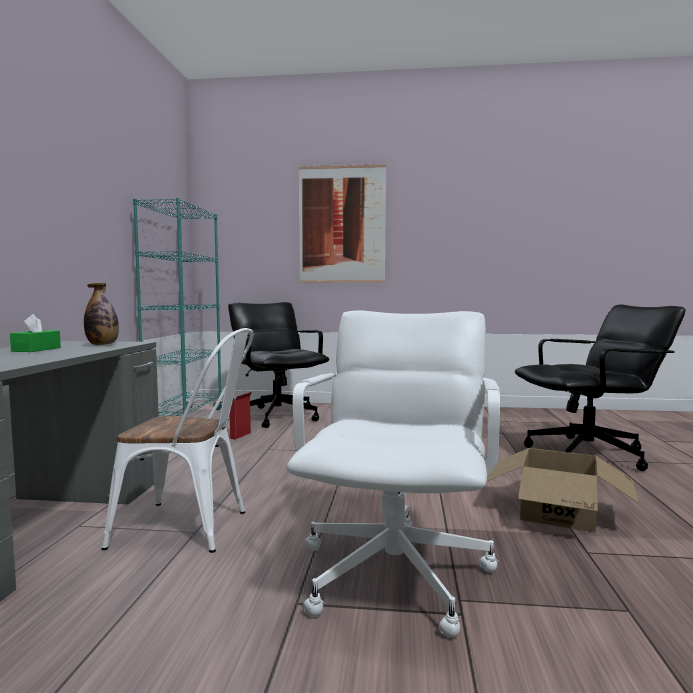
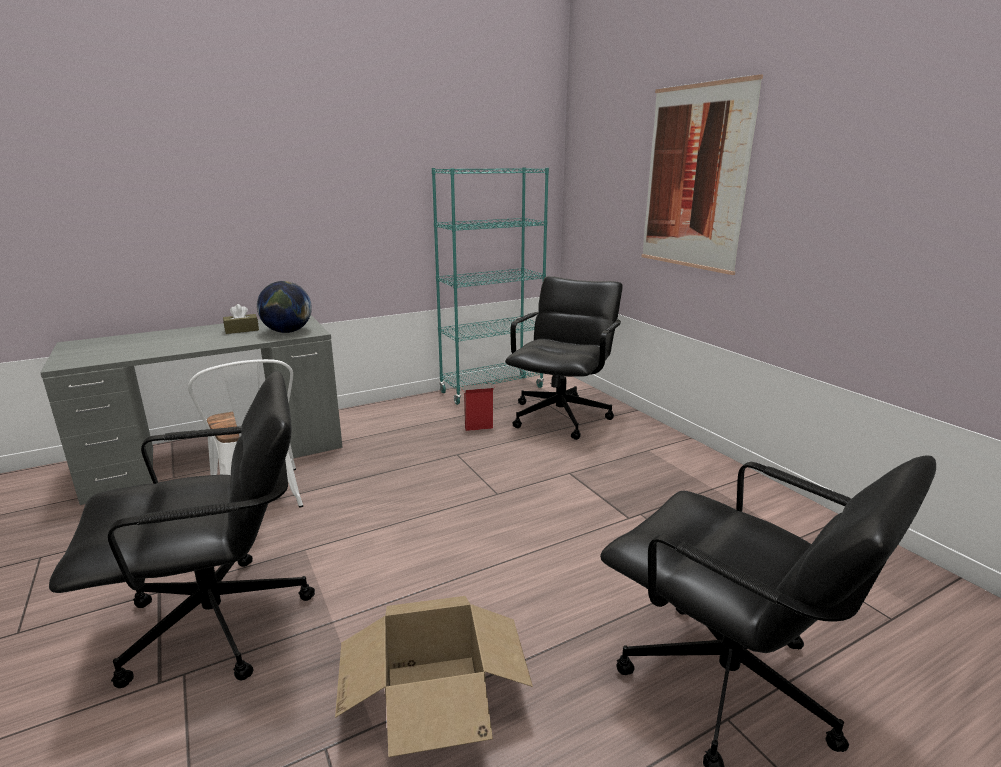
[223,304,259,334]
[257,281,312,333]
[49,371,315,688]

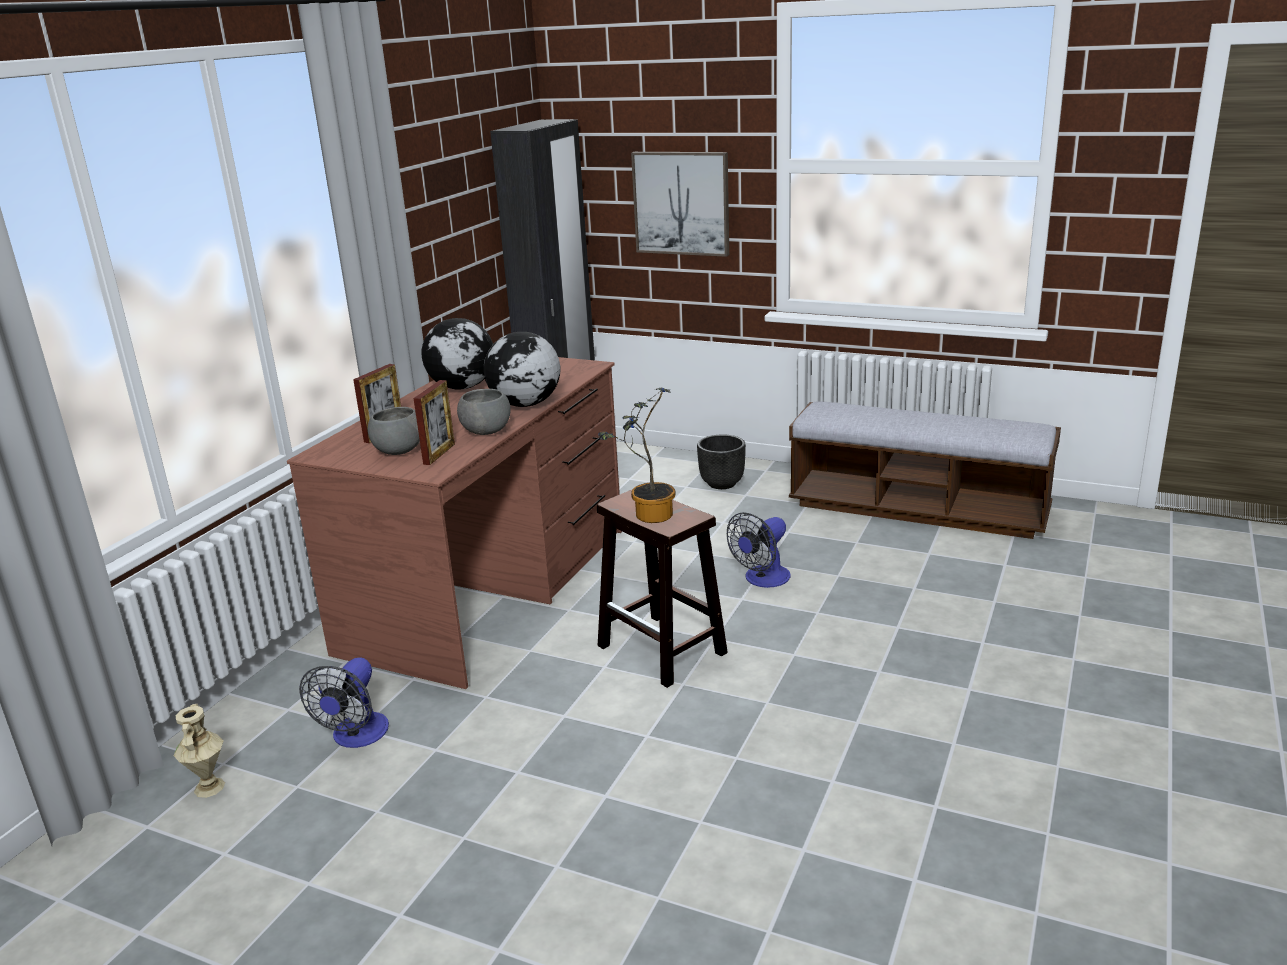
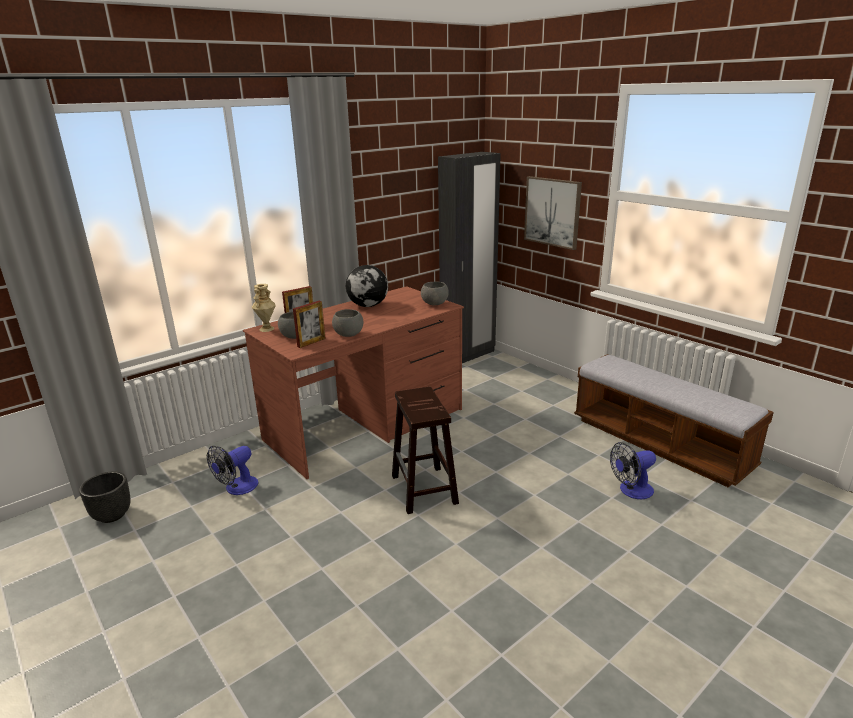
[252,284,276,332]
[484,332,560,407] (first image)
[598,388,675,523] (first image)
[79,471,131,523]
[610,442,656,499]
[421,281,449,305]

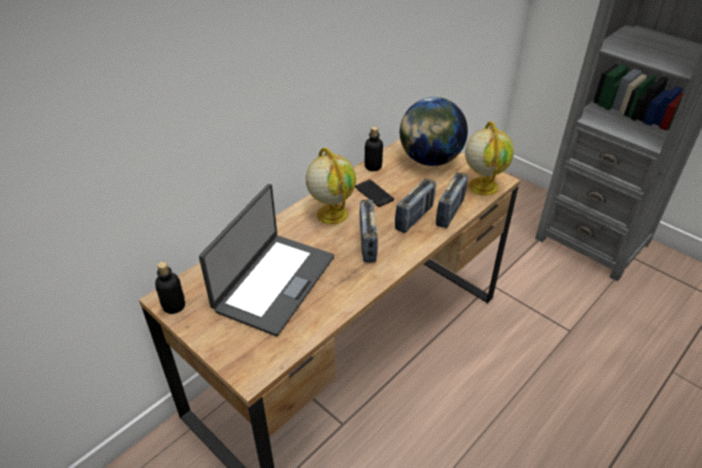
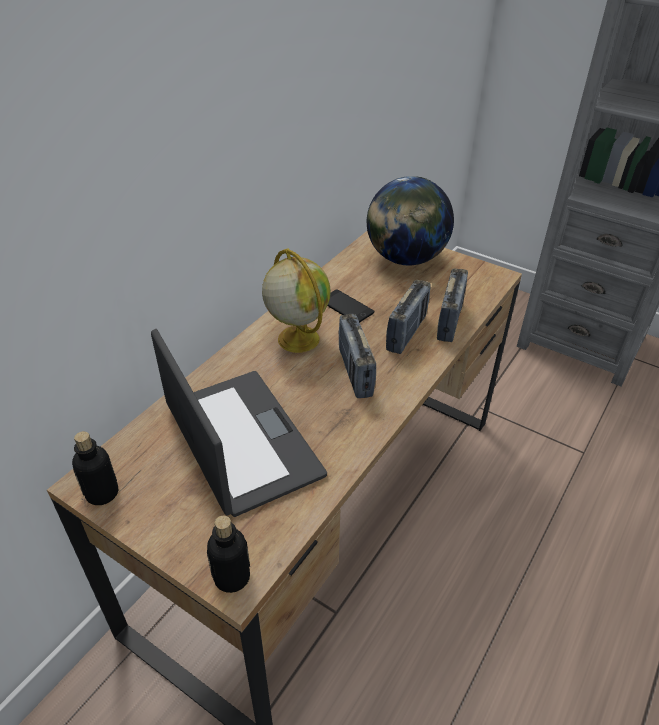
[151,329,327,517]
[207,516,250,593]
[465,121,514,196] (first image)

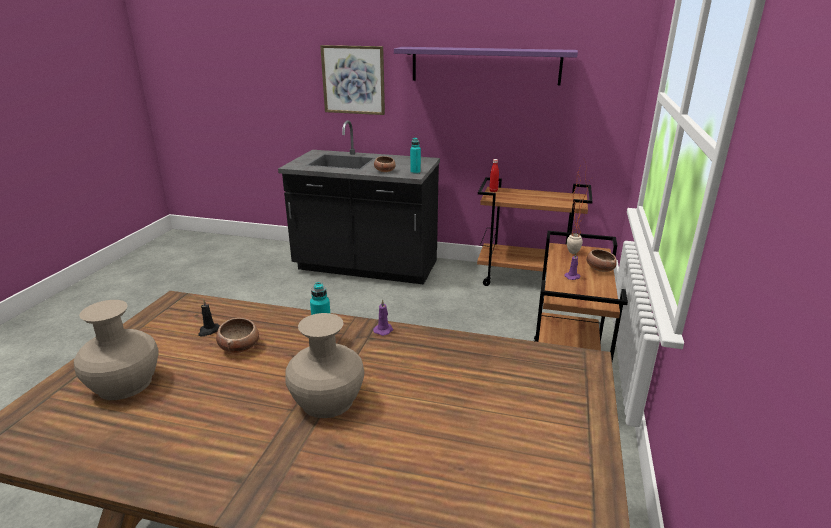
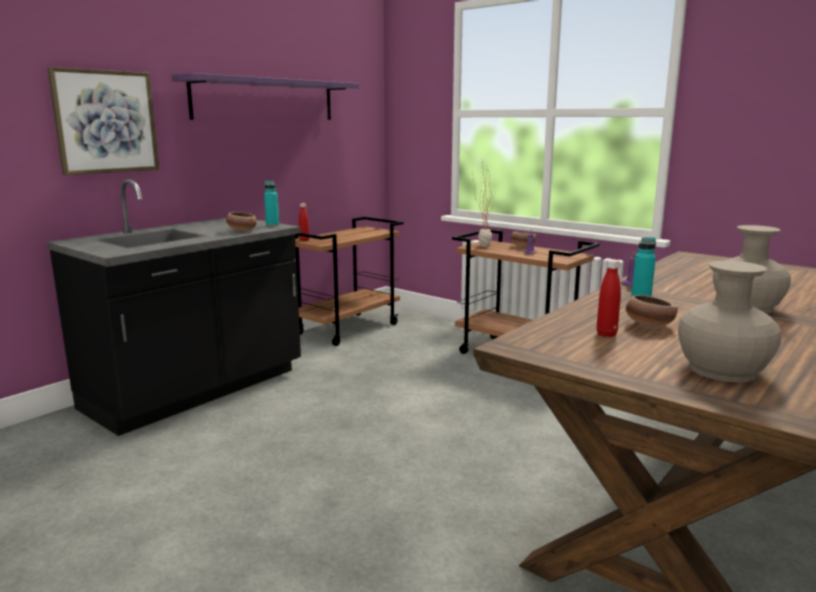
[596,259,621,337]

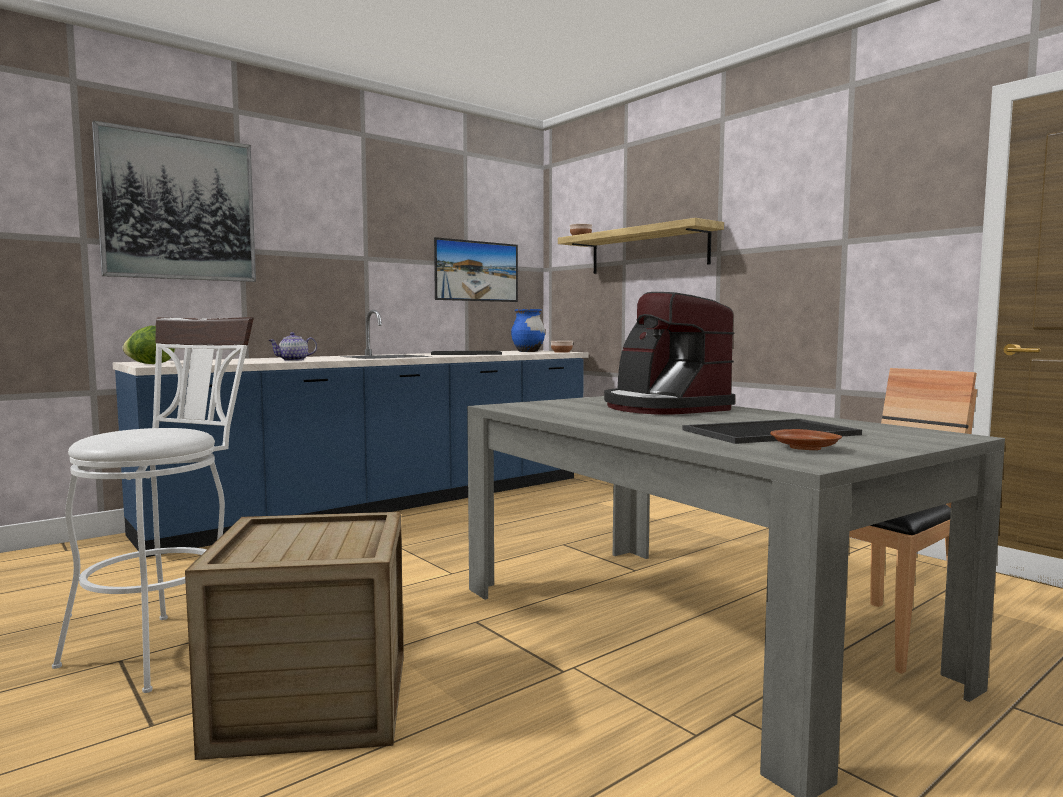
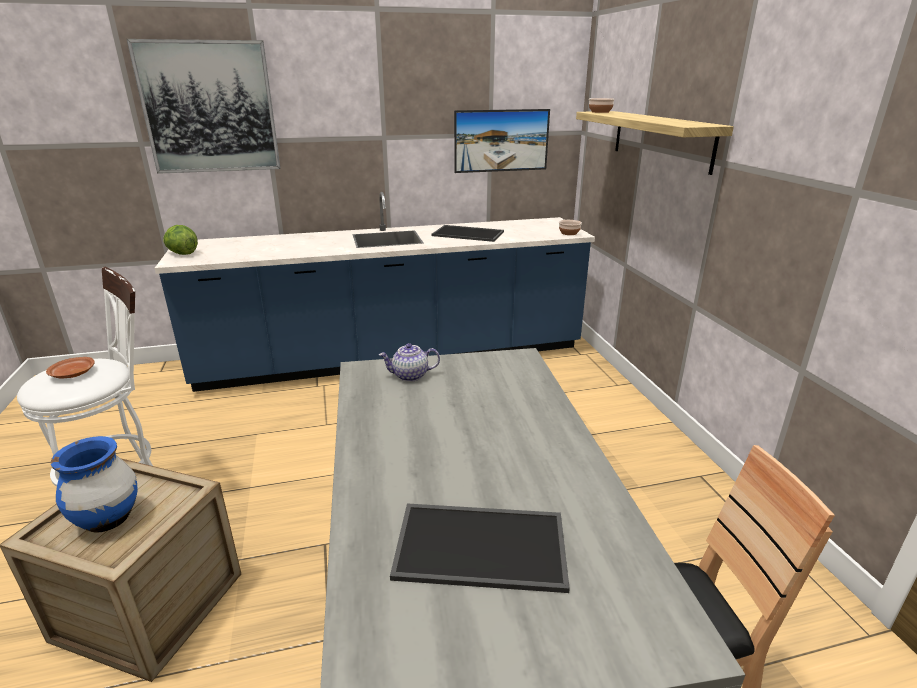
[379,343,440,382]
[51,436,138,533]
[604,292,735,414] (first image)
[46,357,95,378]

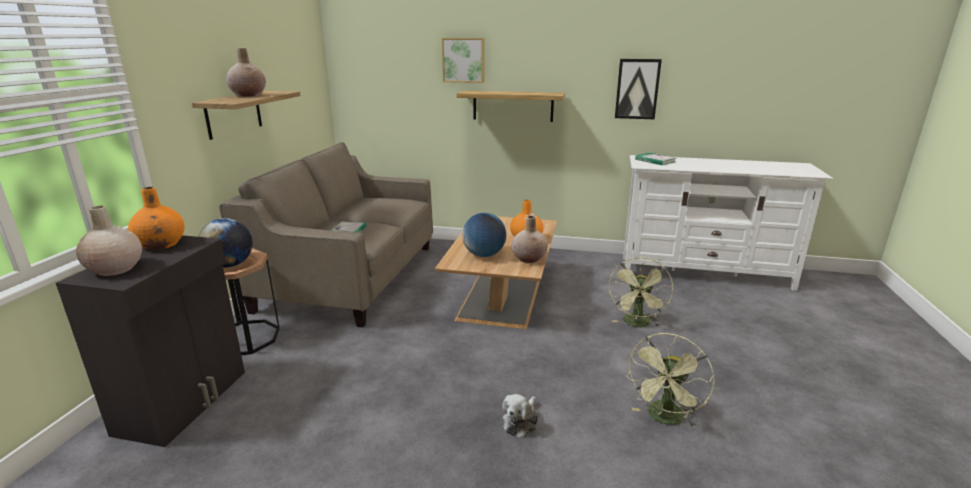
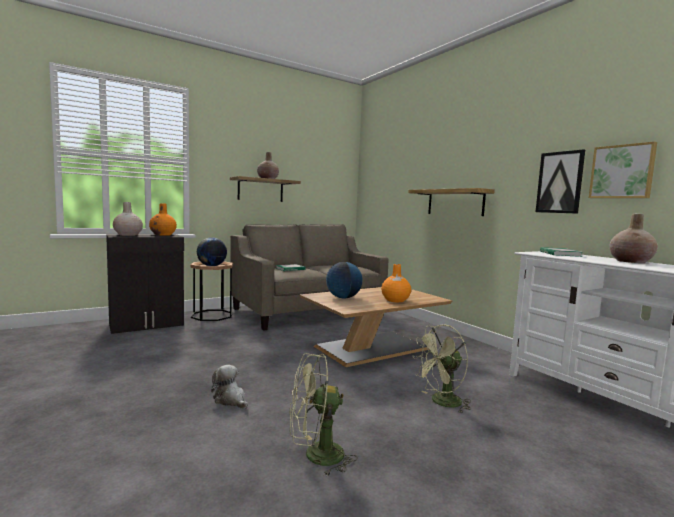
[589,142,657,198]
[211,365,248,409]
[609,214,658,263]

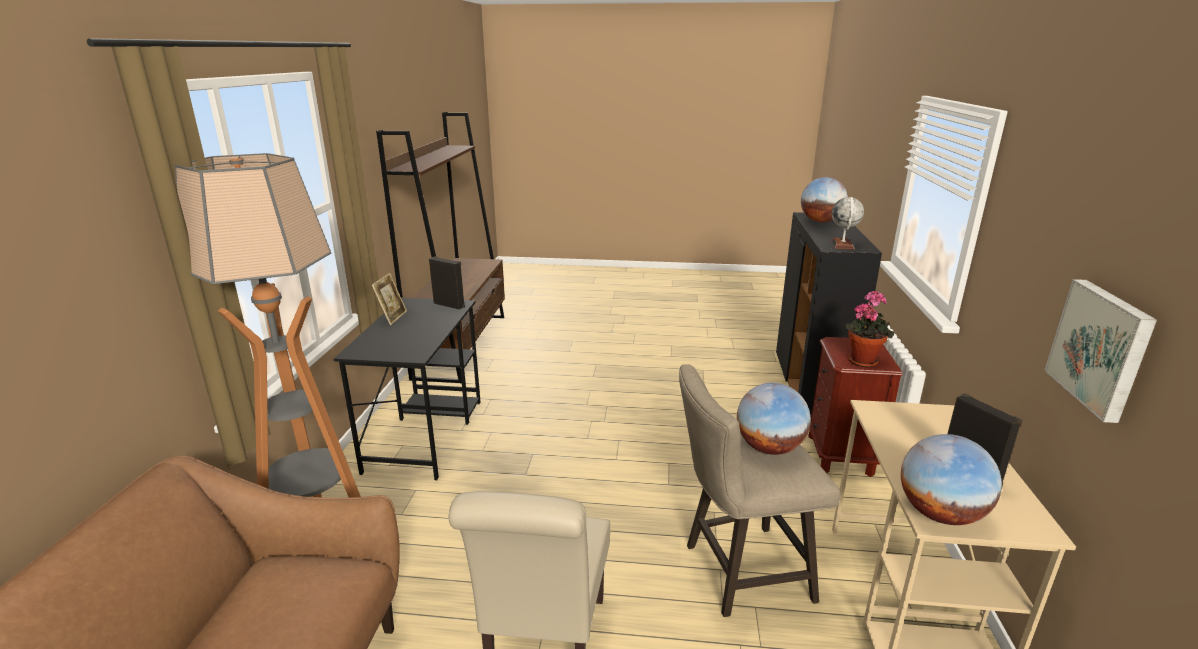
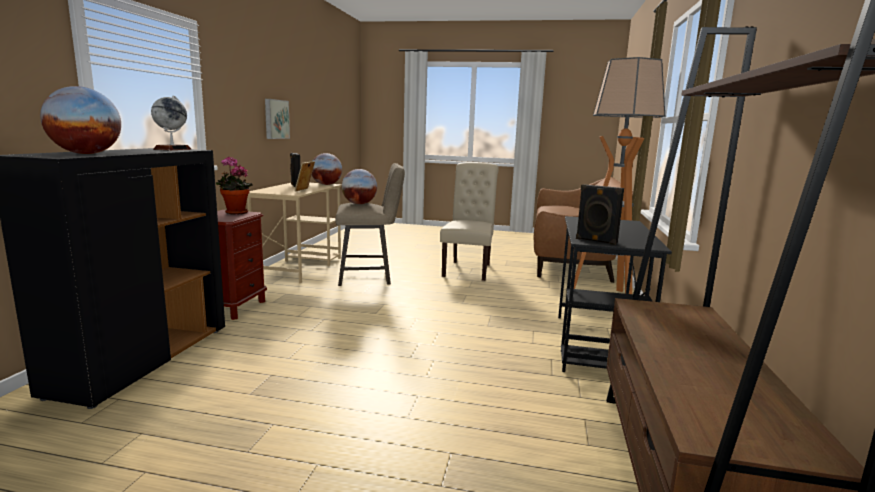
[295,161,315,192]

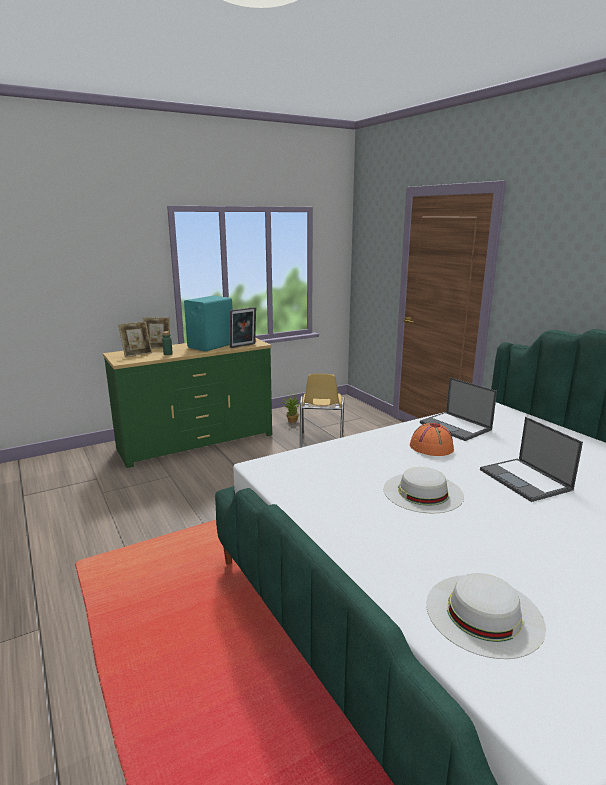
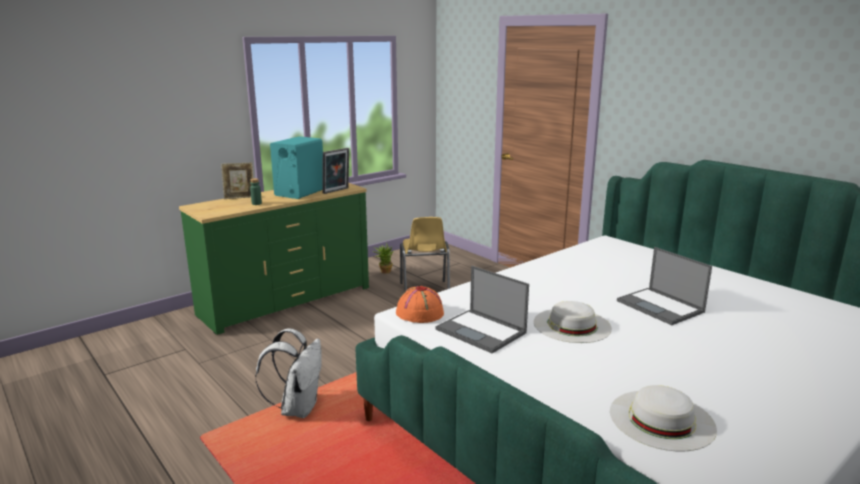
[118,322,152,357] (first image)
[396,286,444,323]
[436,266,529,354]
[255,328,322,418]

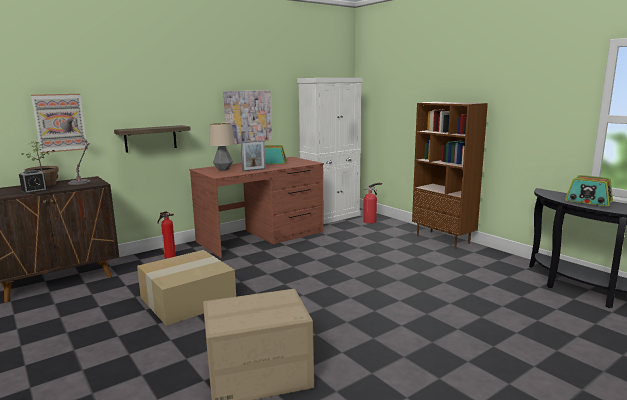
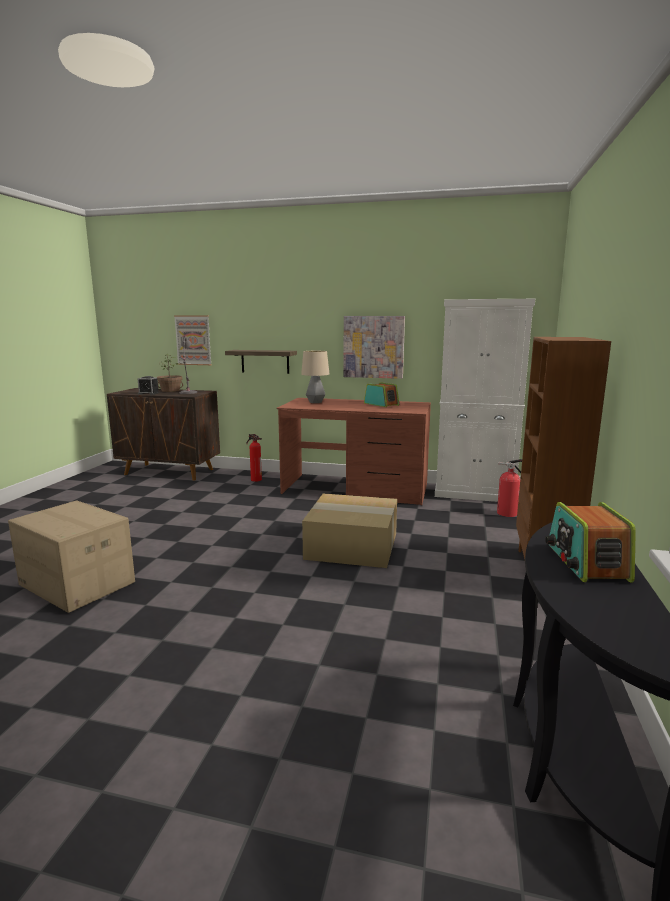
[302,493,397,568]
[241,140,266,171] (first image)

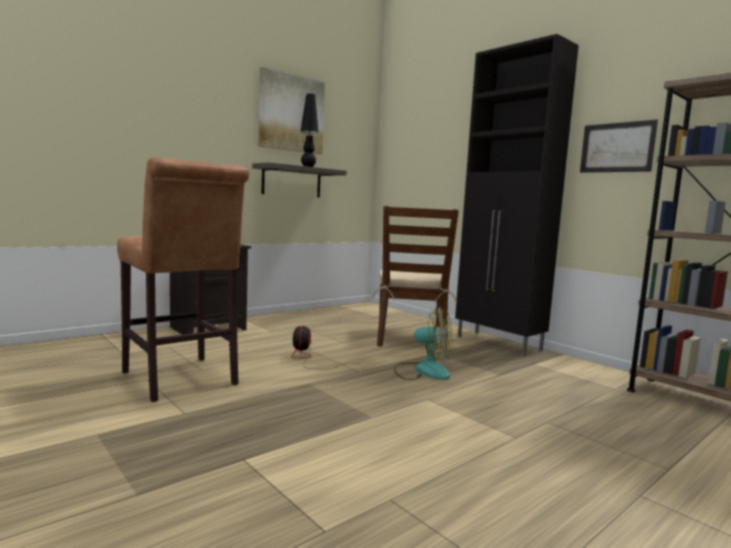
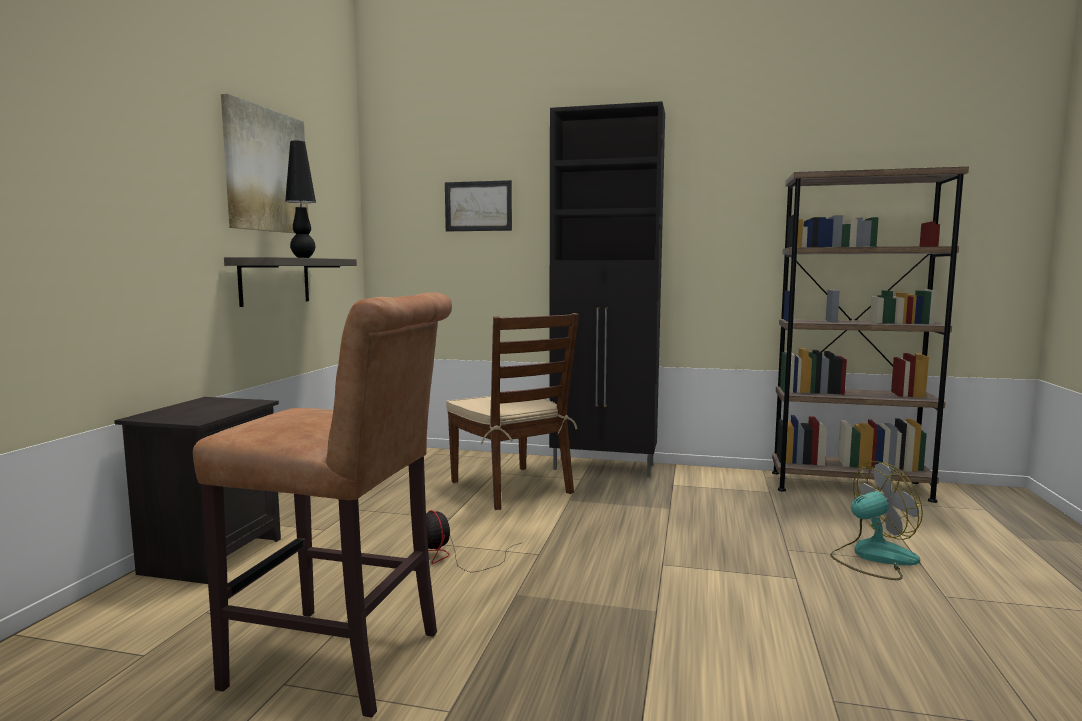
[830,461,923,580]
[445,180,512,231]

